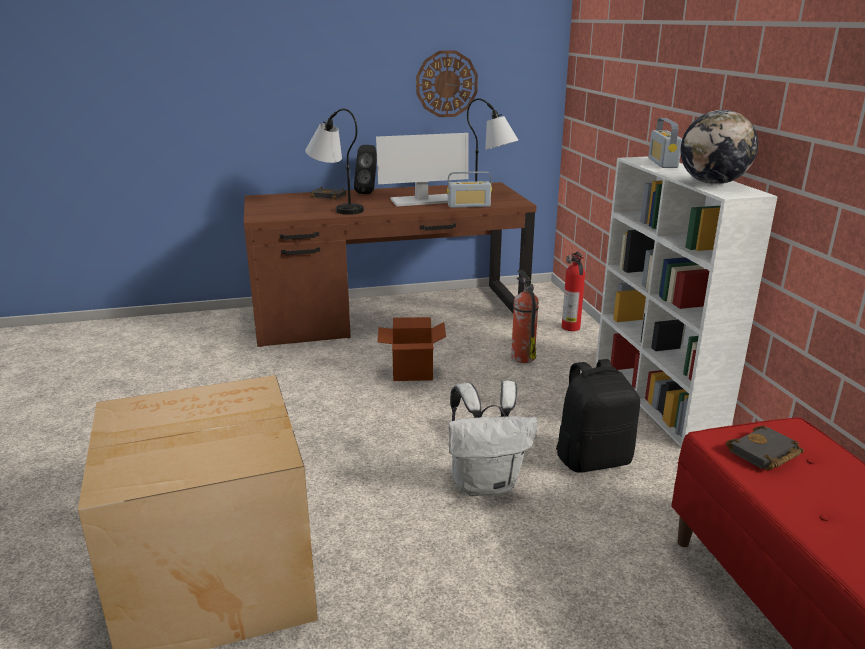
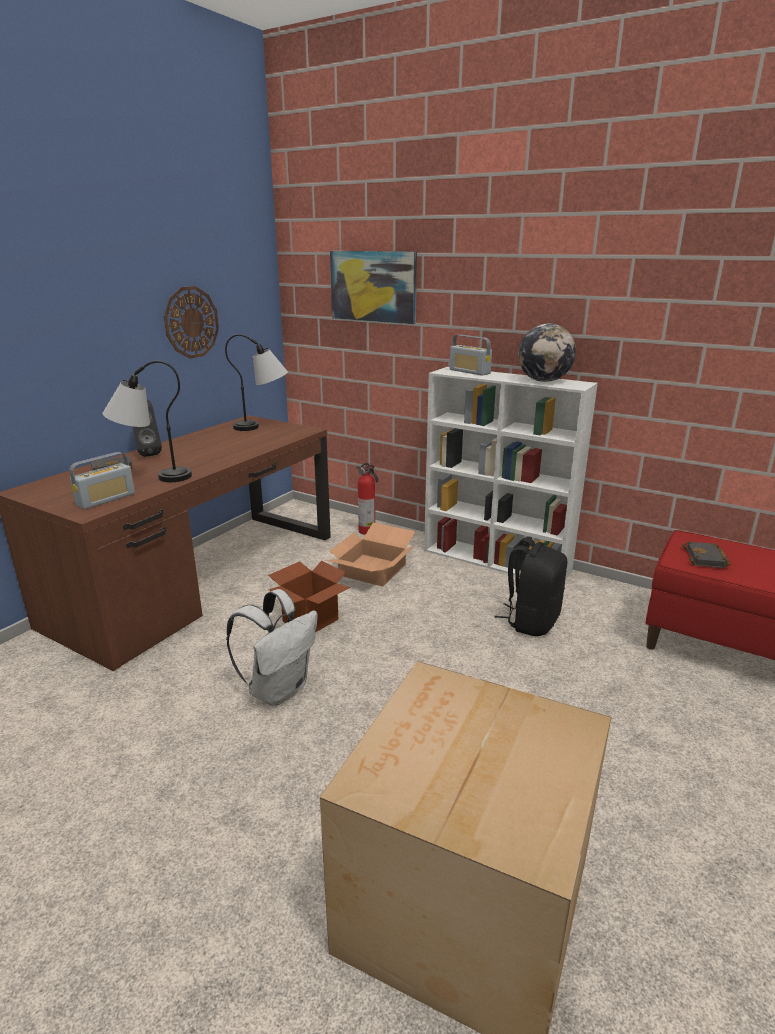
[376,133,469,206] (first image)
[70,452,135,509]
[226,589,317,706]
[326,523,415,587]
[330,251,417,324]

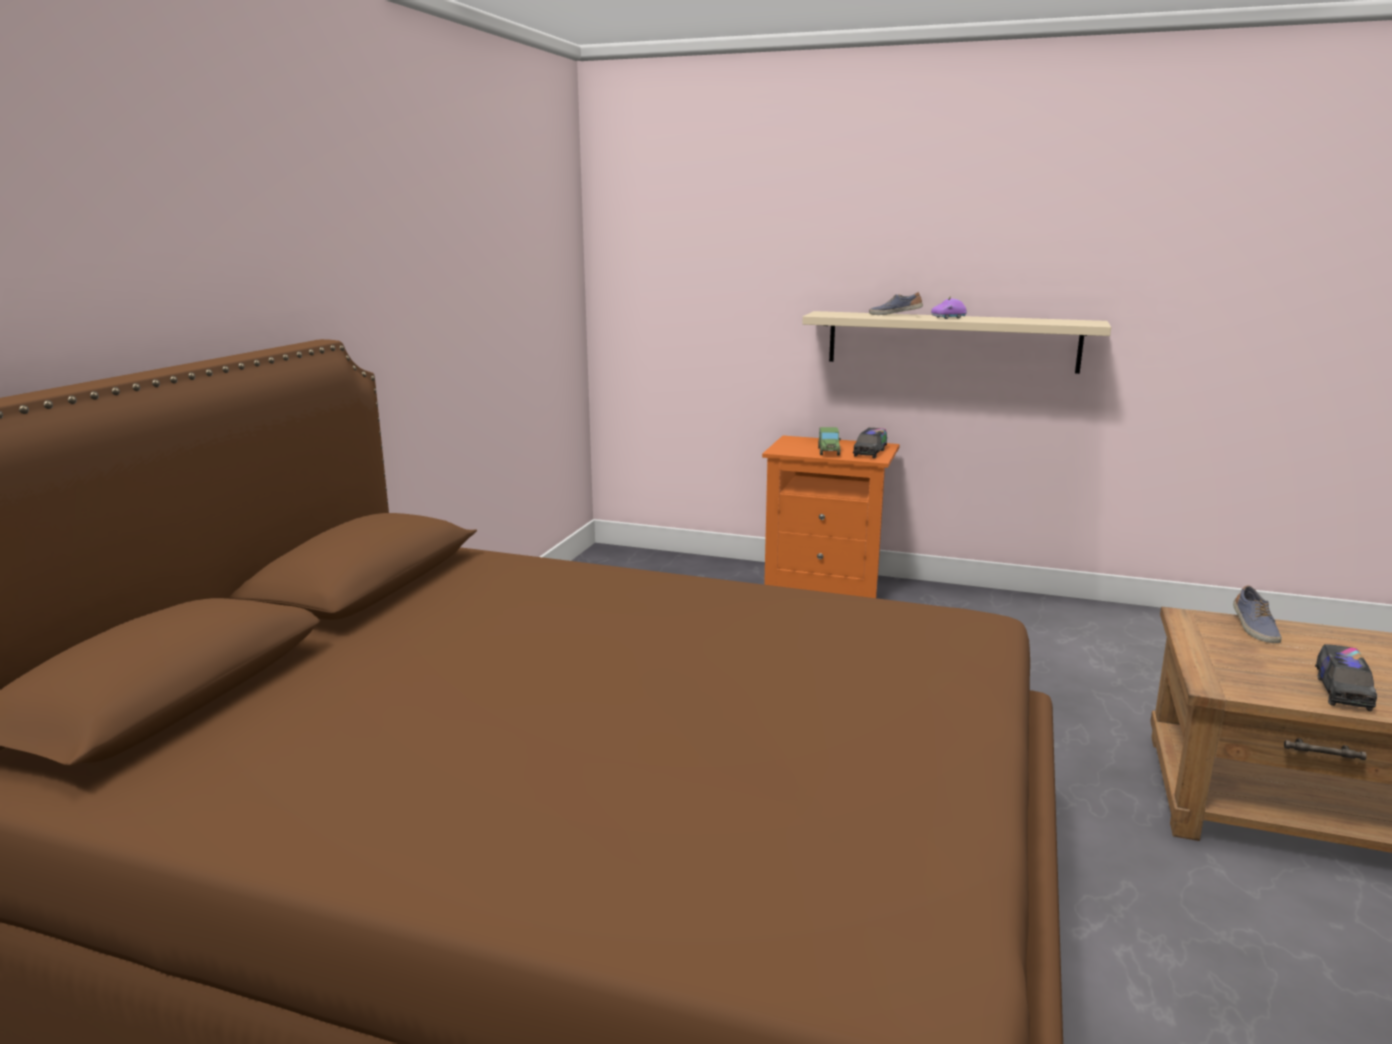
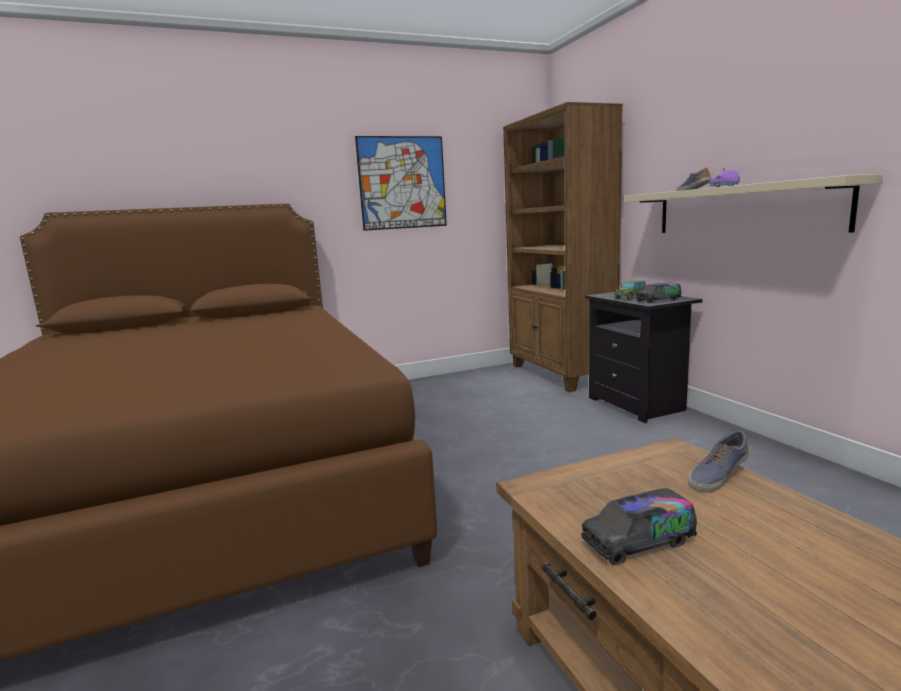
[585,292,703,423]
[355,136,447,231]
[503,102,623,392]

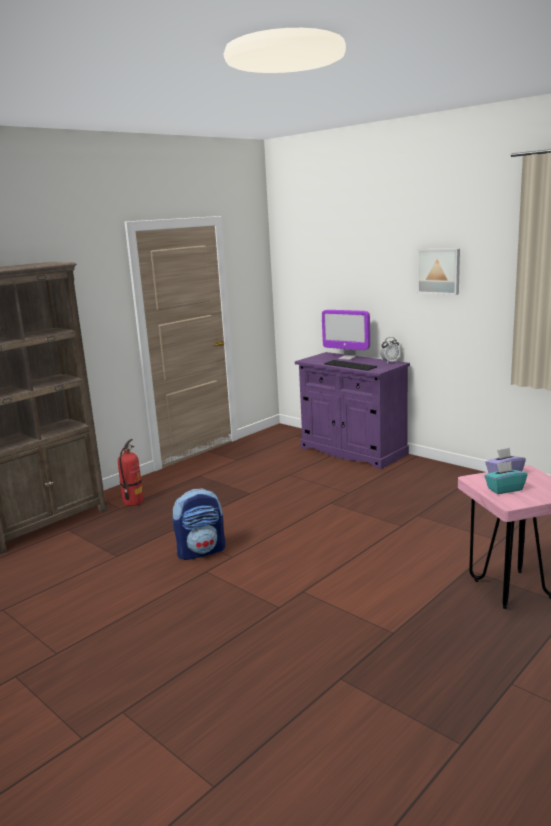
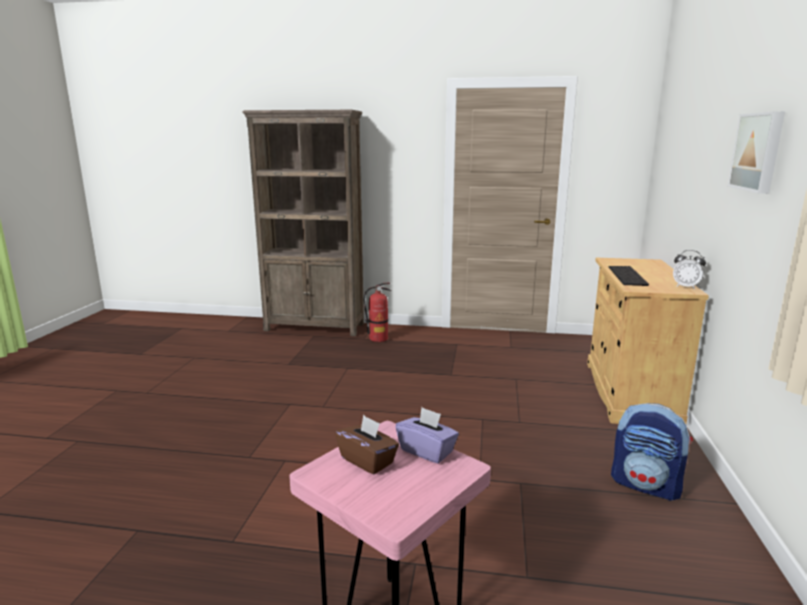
[611,403,693,501]
[587,258,709,424]
[322,310,370,360] (first image)
[335,415,399,475]

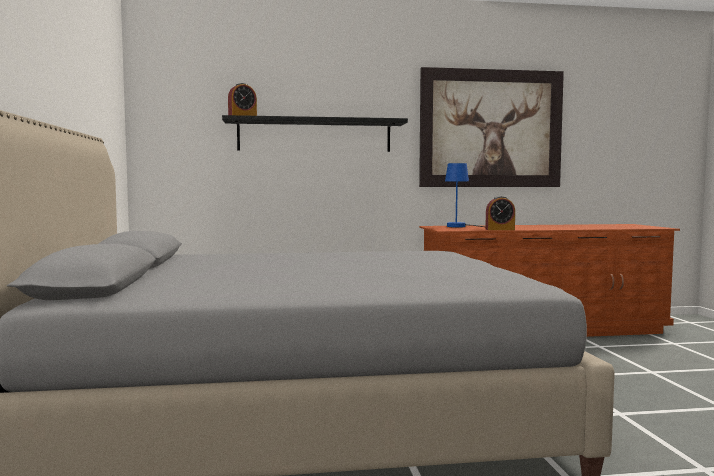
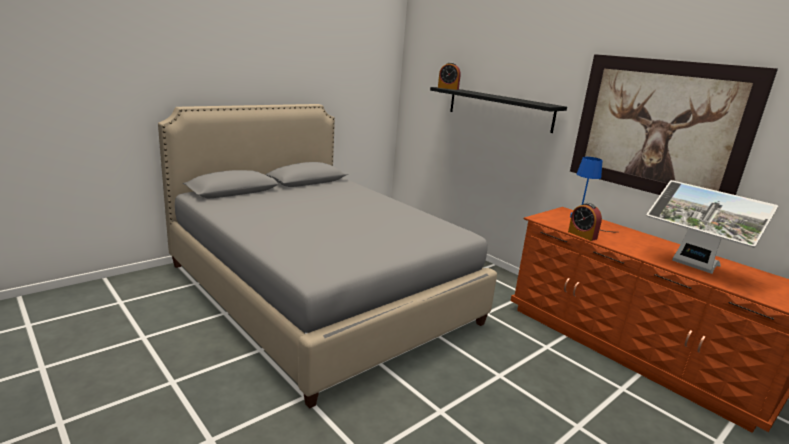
[646,180,778,274]

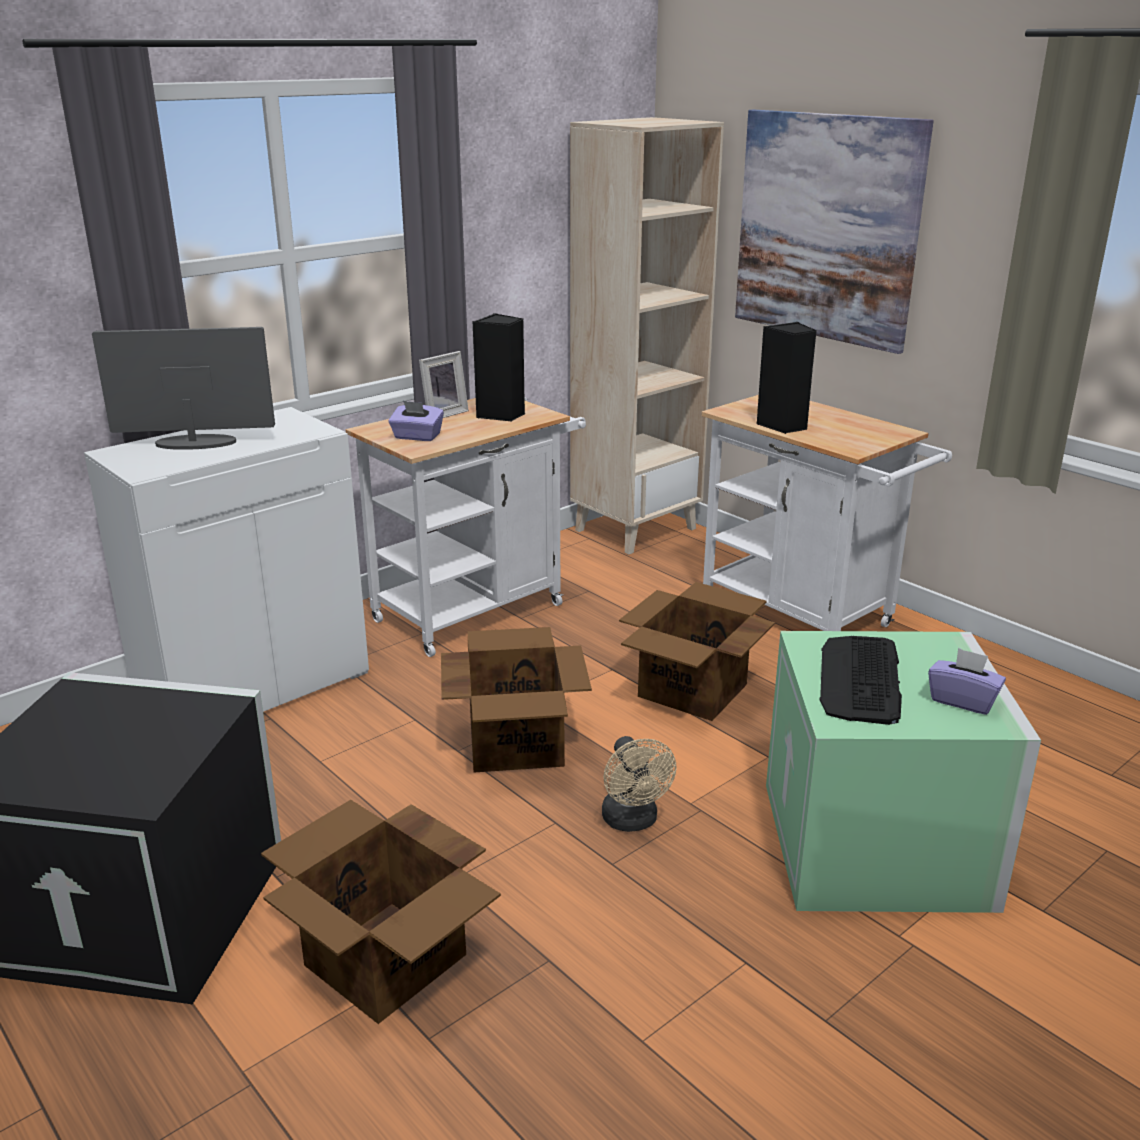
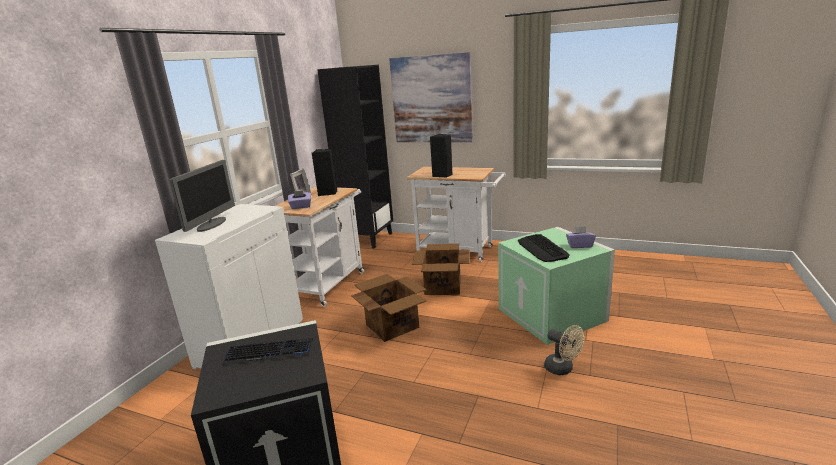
[169,160,235,232]
[261,800,501,1024] (first image)
[317,65,393,249]
[544,325,584,375]
[223,338,313,366]

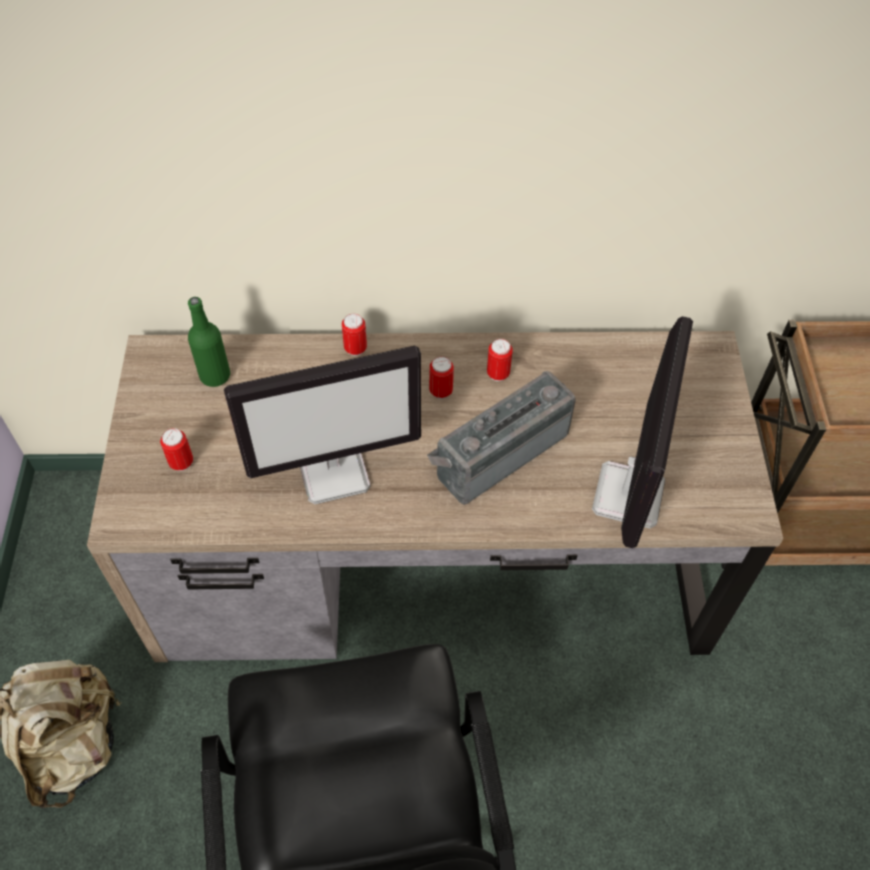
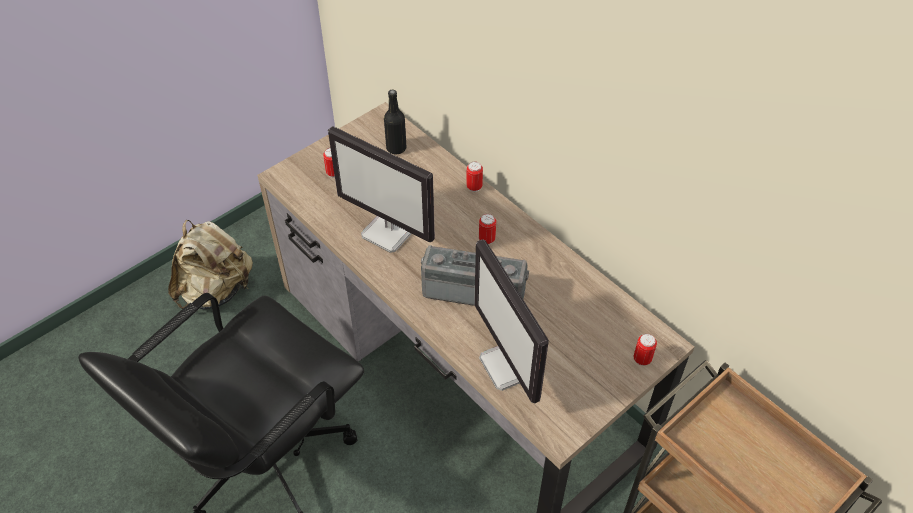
[384,90,406,155]
[634,334,657,366]
[474,240,549,403]

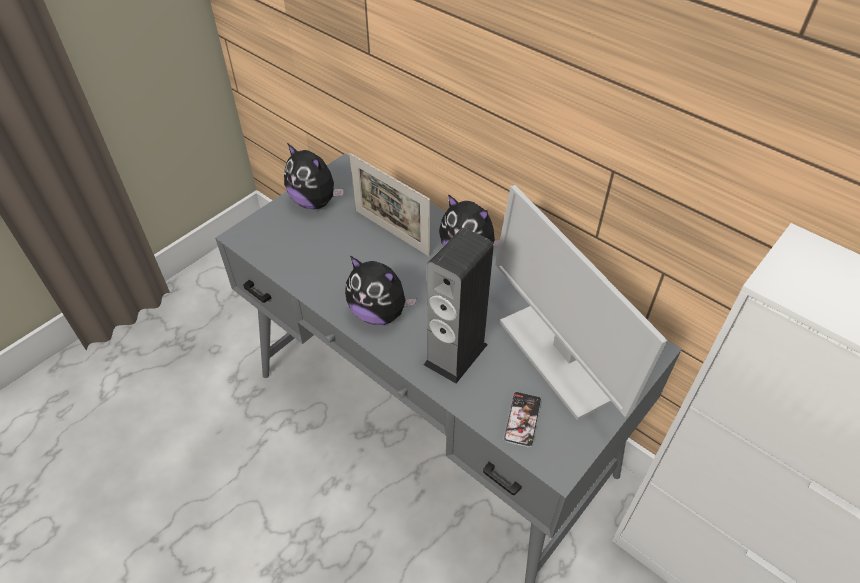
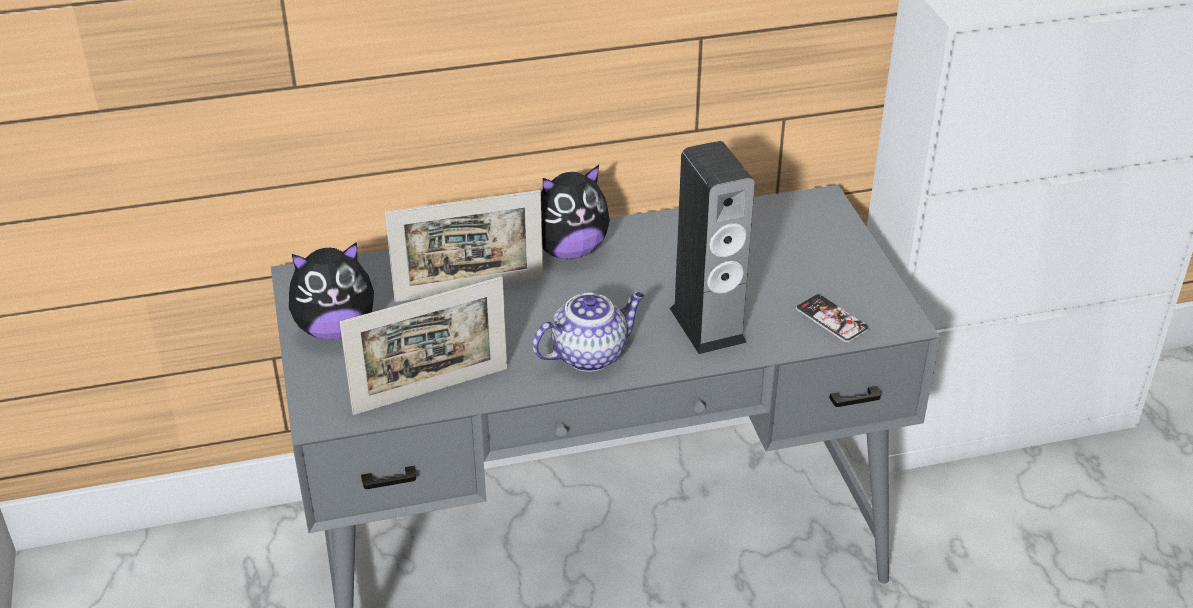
[532,292,645,372]
[495,185,668,421] (first image)
[339,276,508,415]

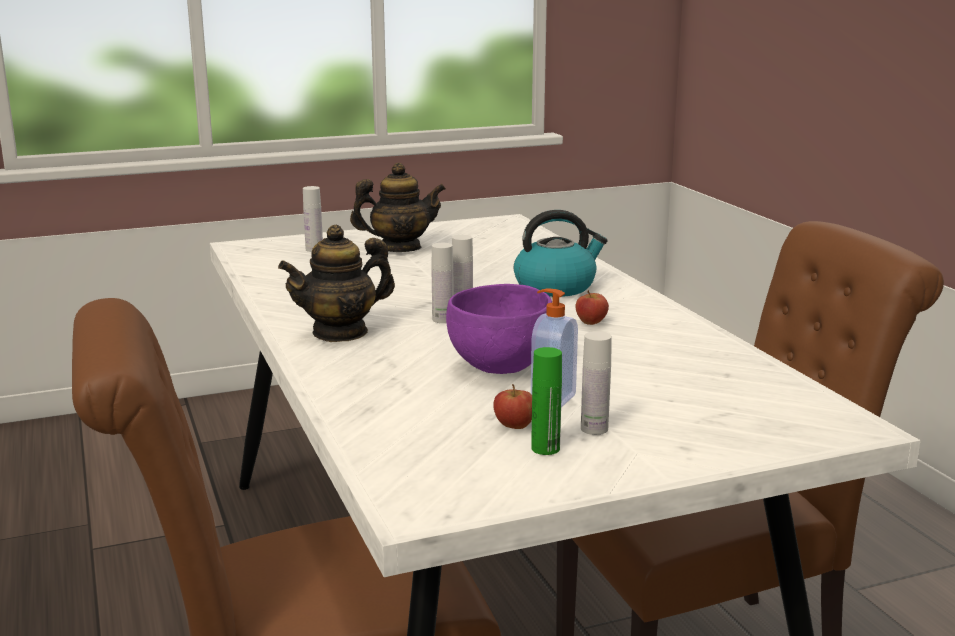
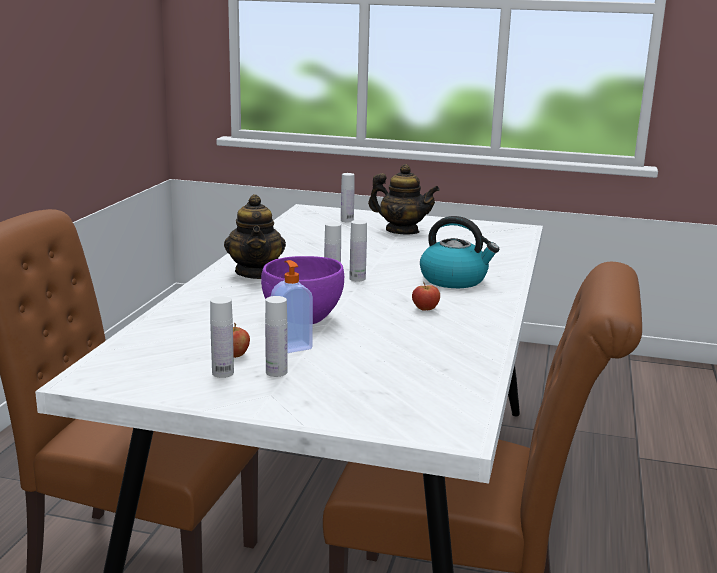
[224,194,286,279]
[210,296,234,378]

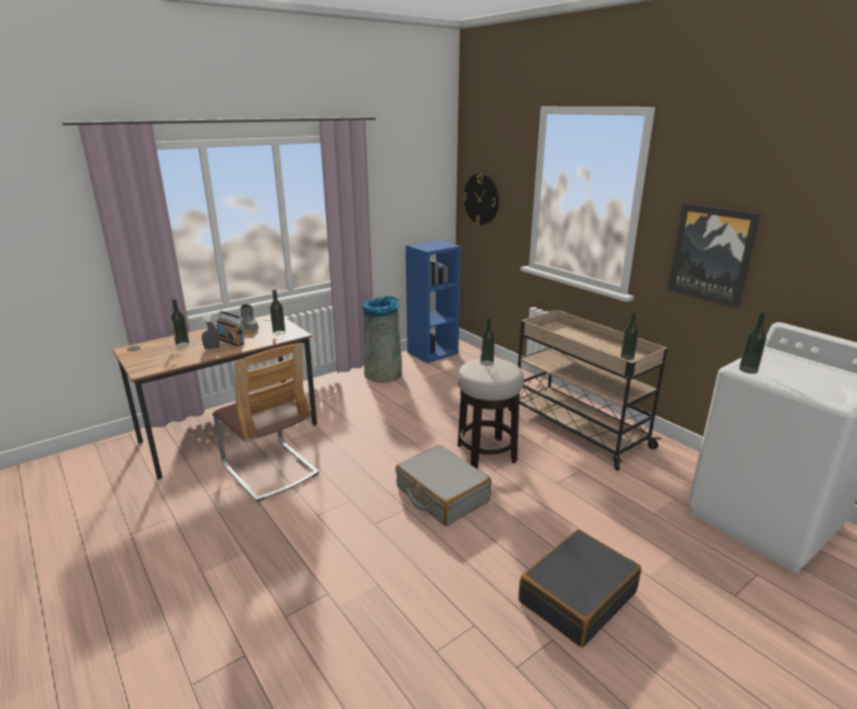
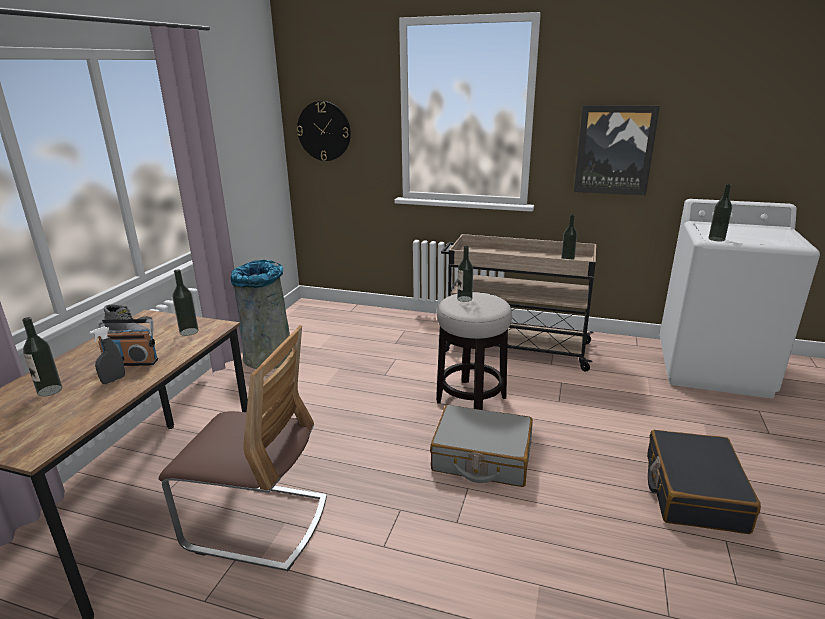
[406,240,461,363] (first image)

